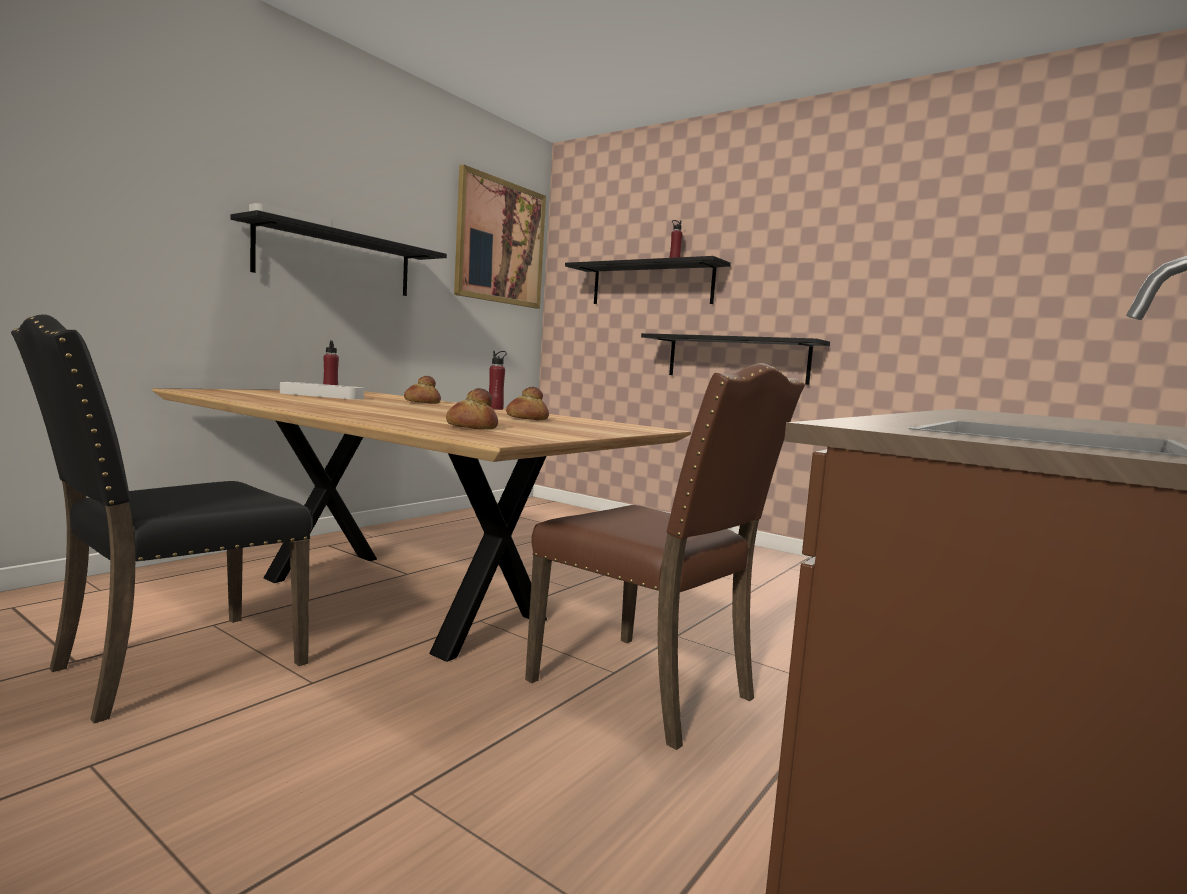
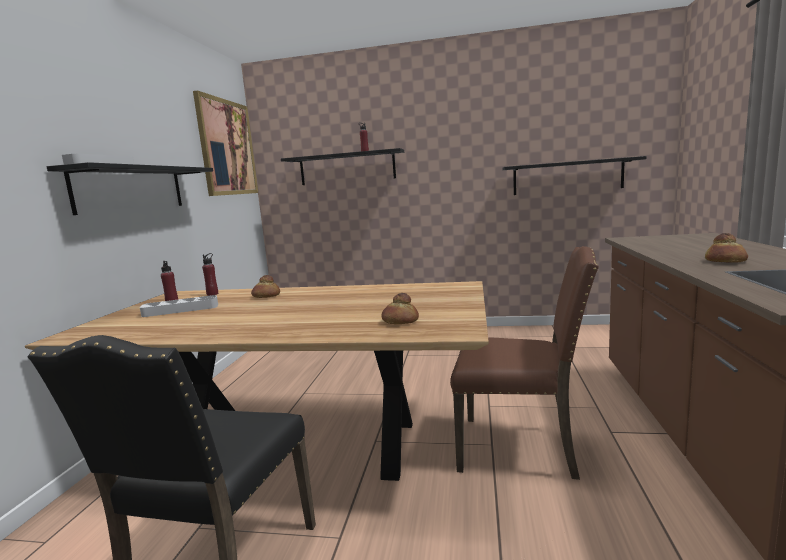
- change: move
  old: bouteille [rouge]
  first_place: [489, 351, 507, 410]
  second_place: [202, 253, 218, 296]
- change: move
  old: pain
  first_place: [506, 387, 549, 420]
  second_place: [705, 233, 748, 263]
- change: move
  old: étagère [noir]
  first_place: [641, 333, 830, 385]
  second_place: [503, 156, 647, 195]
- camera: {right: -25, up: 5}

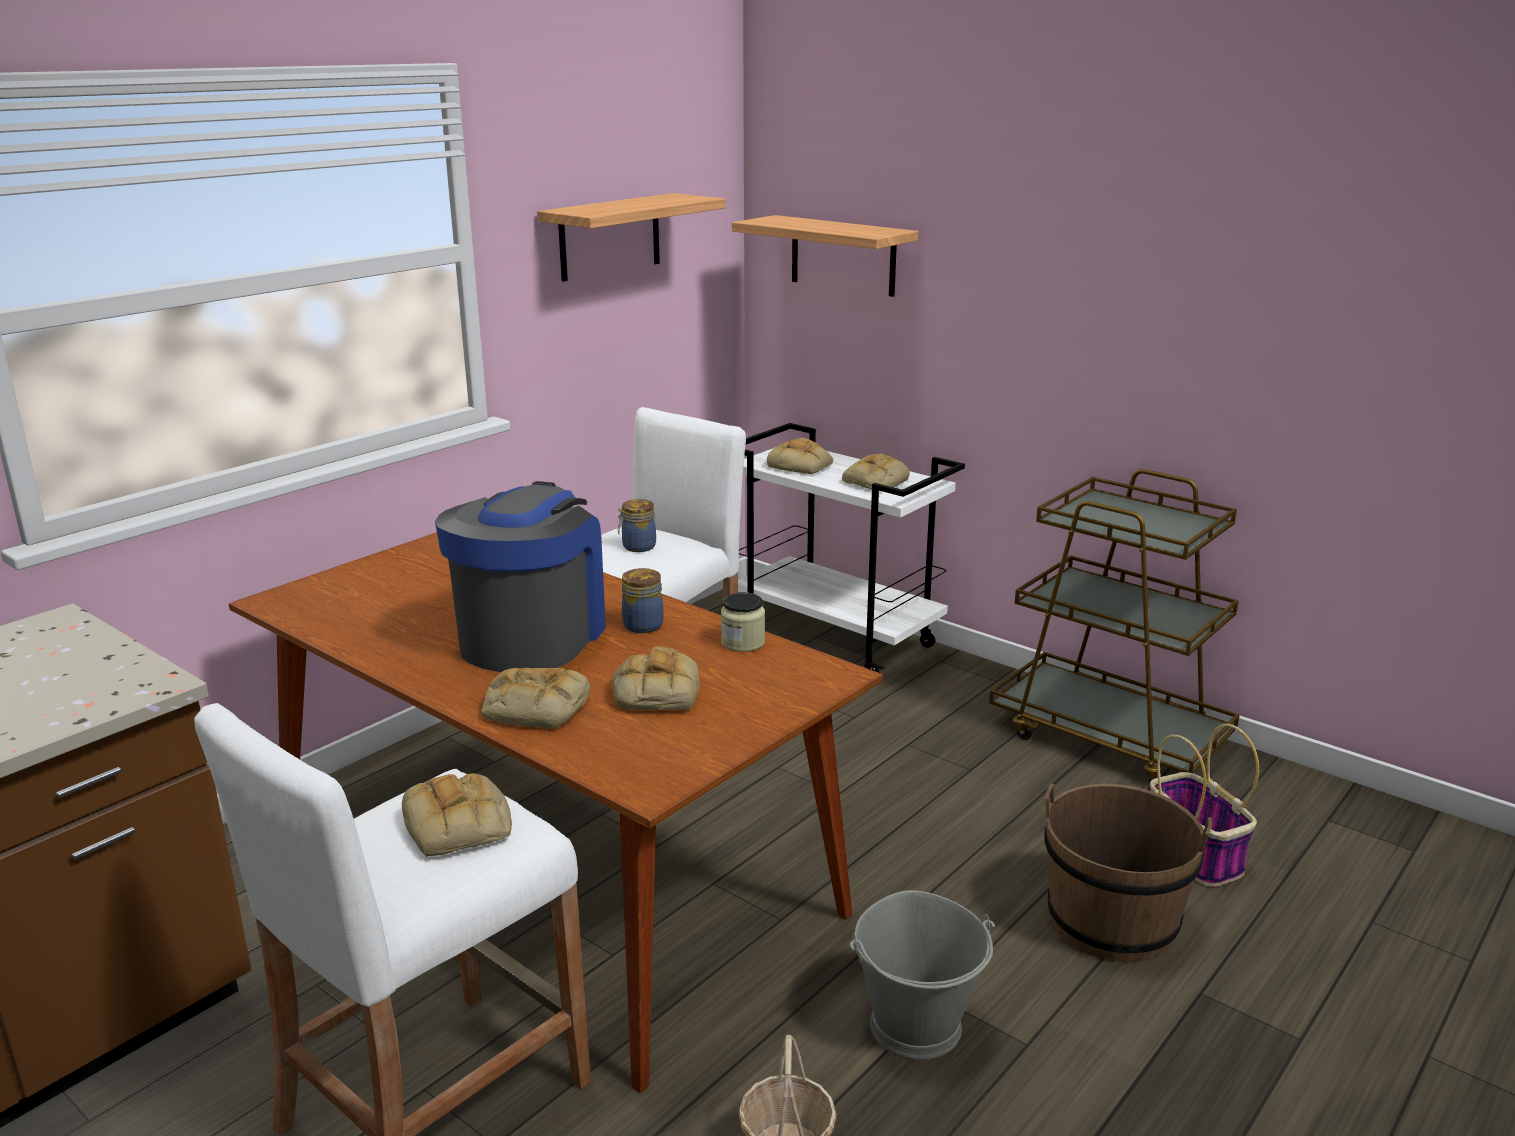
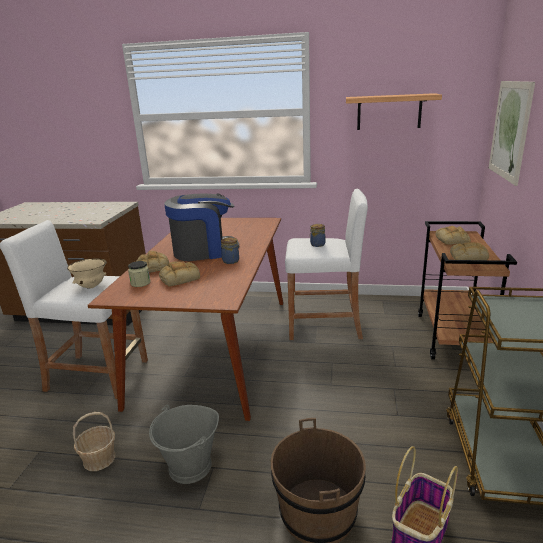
- change: replace
  old: pain
  new: bol [beige]
  first_place: [402, 773, 512, 857]
  second_place: [67, 258, 107, 289]
- change: move
  old: bocal
  first_place: [721, 592, 765, 652]
  second_place: [128, 261, 151, 287]
- change: replace
  old: étagère
  new: tableau
  first_place: [732, 215, 918, 297]
  second_place: [489, 81, 535, 186]
- change: recolor
  old: chariot [blanc]
  new: chariot [marron]
  first_place: [738, 423, 965, 673]
  second_place: [418, 221, 517, 360]
- camera: {right: 60, up: 0}

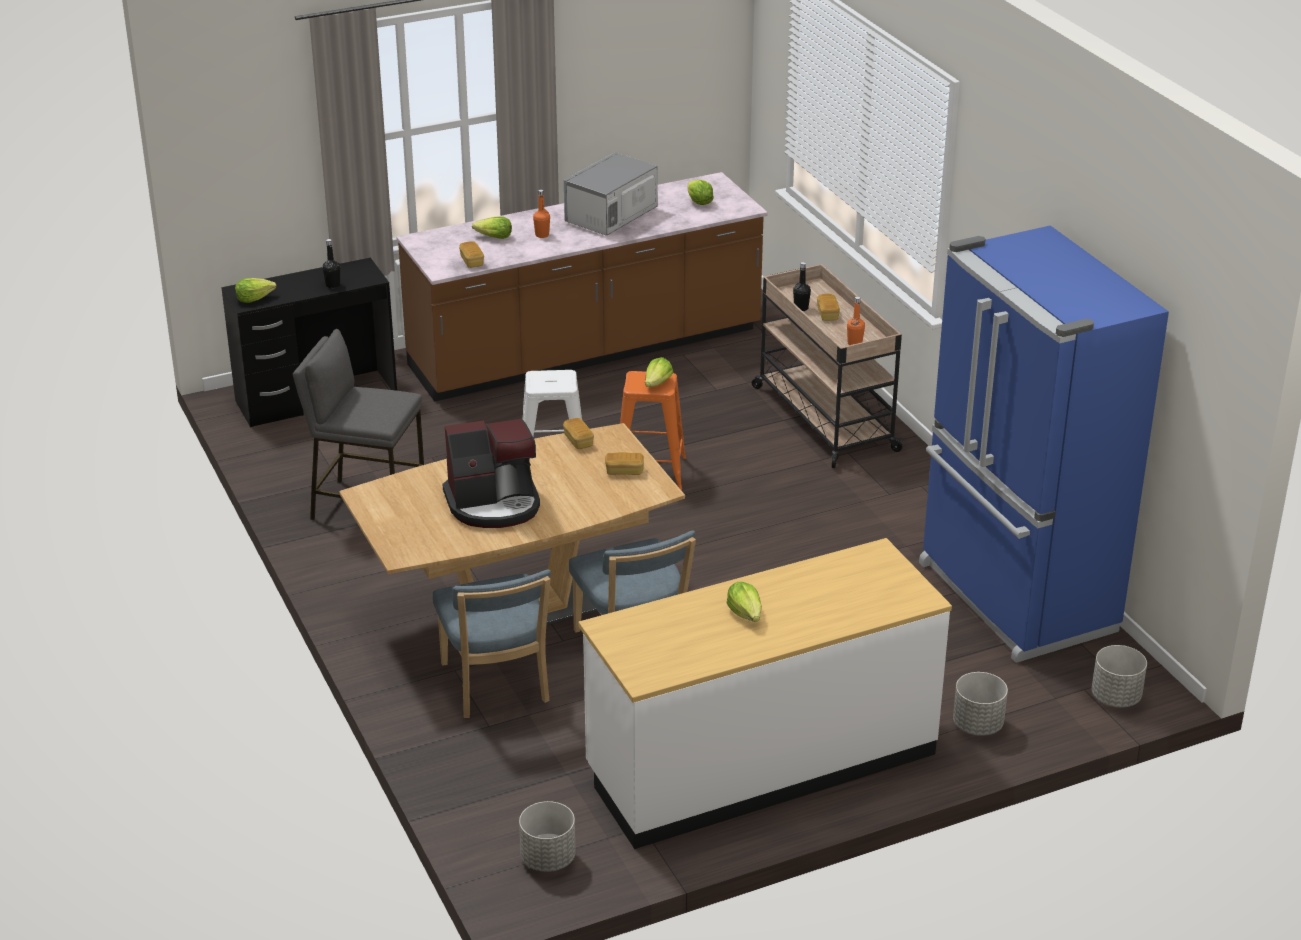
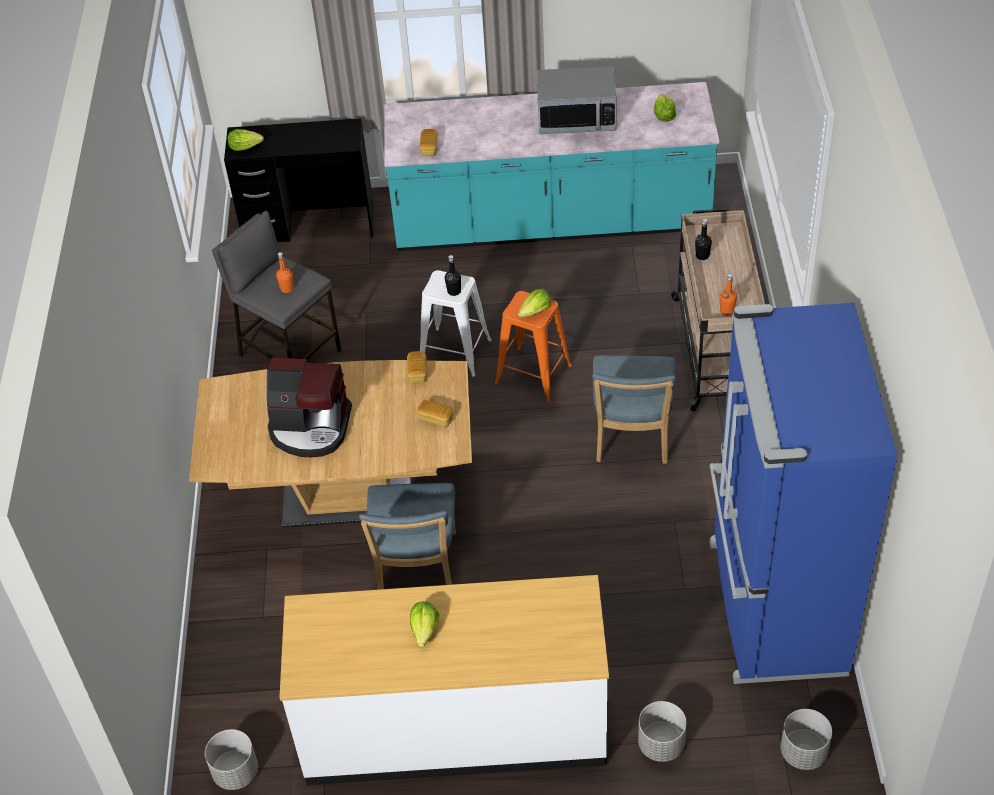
- change: move
  old: bouteille [noir]
  first_place: [323, 239, 340, 288]
  second_place: [445, 255, 461, 296]
- change: recolor
  old: comptoir de cuisine [marron]
  new: comptoir de cuisine [turquoise]
  first_place: [396, 172, 768, 402]
  second_place: [384, 82, 719, 251]
- change: move
  old: chaise [bleu]
  first_place: [433, 570, 551, 718]
  second_place: [592, 355, 676, 464]
- change: delete
  old: laitue
  first_place: [472, 217, 512, 239]
- change: move
  old: bouteille [orange]
  first_place: [533, 189, 550, 238]
  second_place: [276, 252, 294, 293]
- change: rotate
  old: micro-ondes
  first_place: [564, 152, 658, 236]
  second_place: [537, 66, 617, 134]
  degrees: -150
- change: delete
  old: pain
  first_place: [817, 294, 840, 321]
- camera: {right: 25, up: 15}

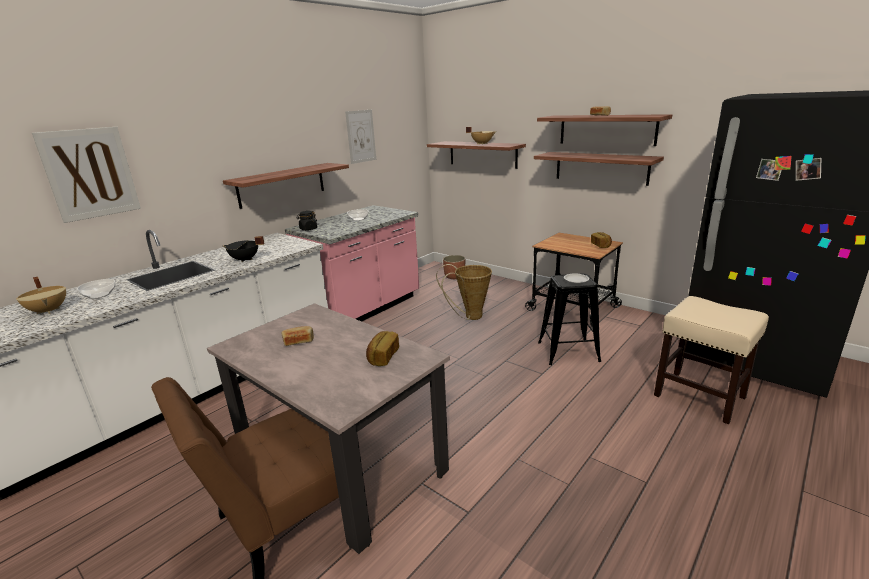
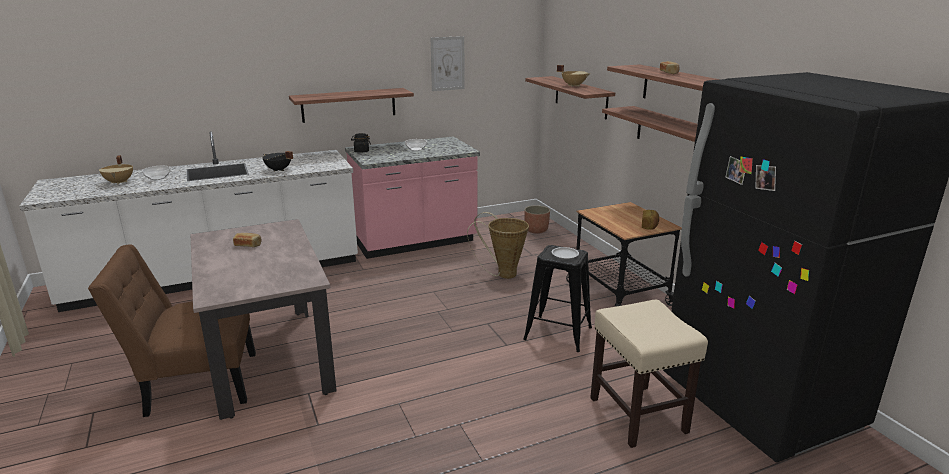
- change: delete
  old: tableau
  first_place: [32, 127, 141, 223]
- change: delete
  old: pain
  first_place: [366, 331, 399, 366]
- camera: {right: 25, up: 0}

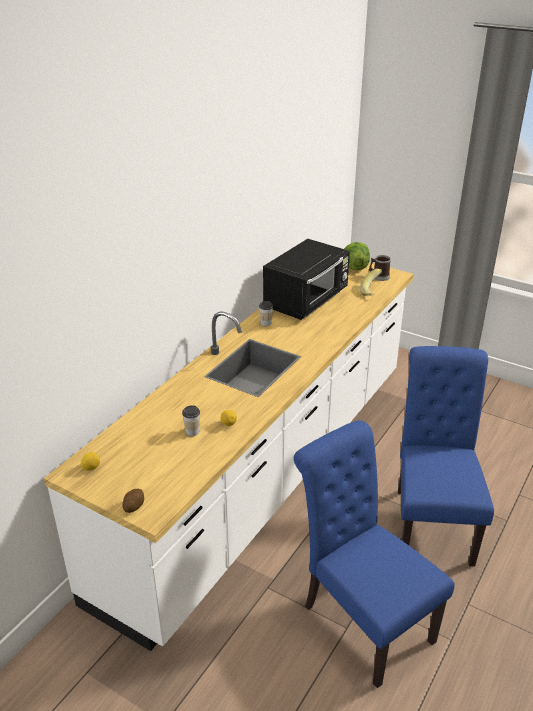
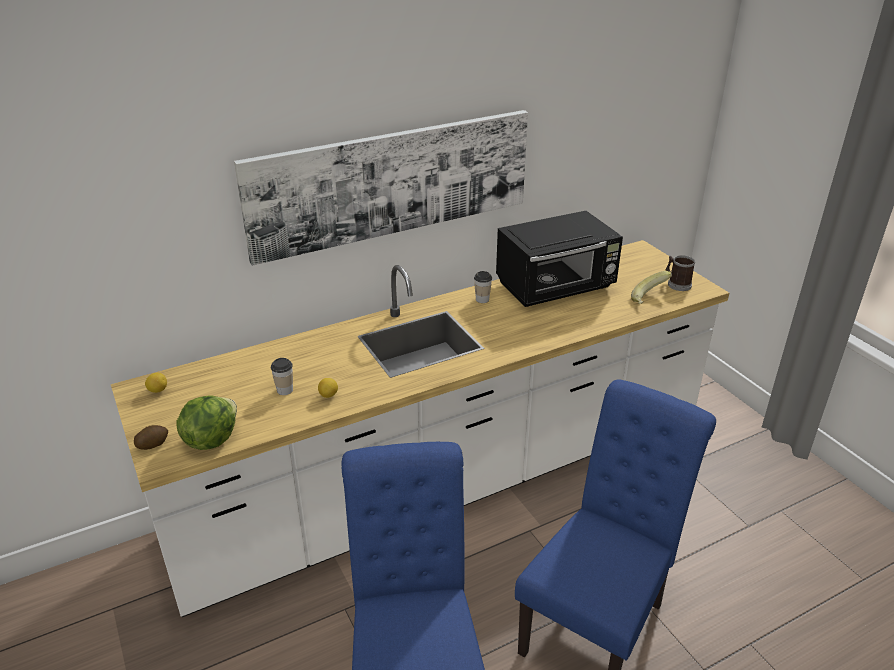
- change: move
  old: laitue
  first_place: [344, 242, 370, 270]
  second_place: [176, 395, 237, 450]
- change: insert
  new: tableau
  second_place: [234, 110, 528, 266]
- camera: {right: 30, up: 0}

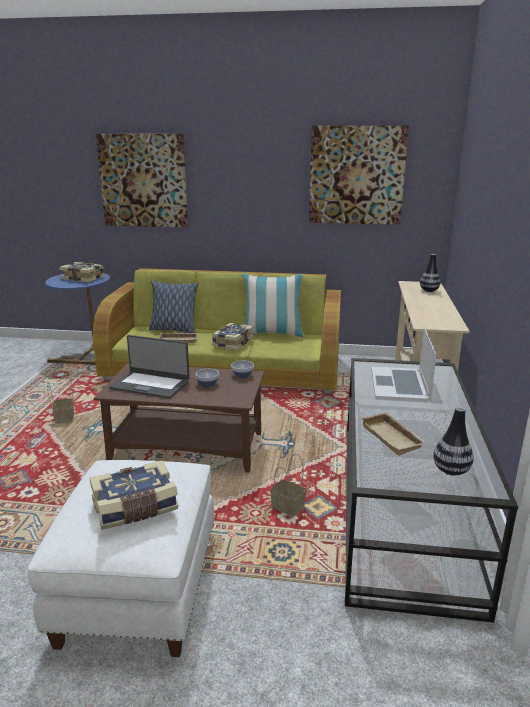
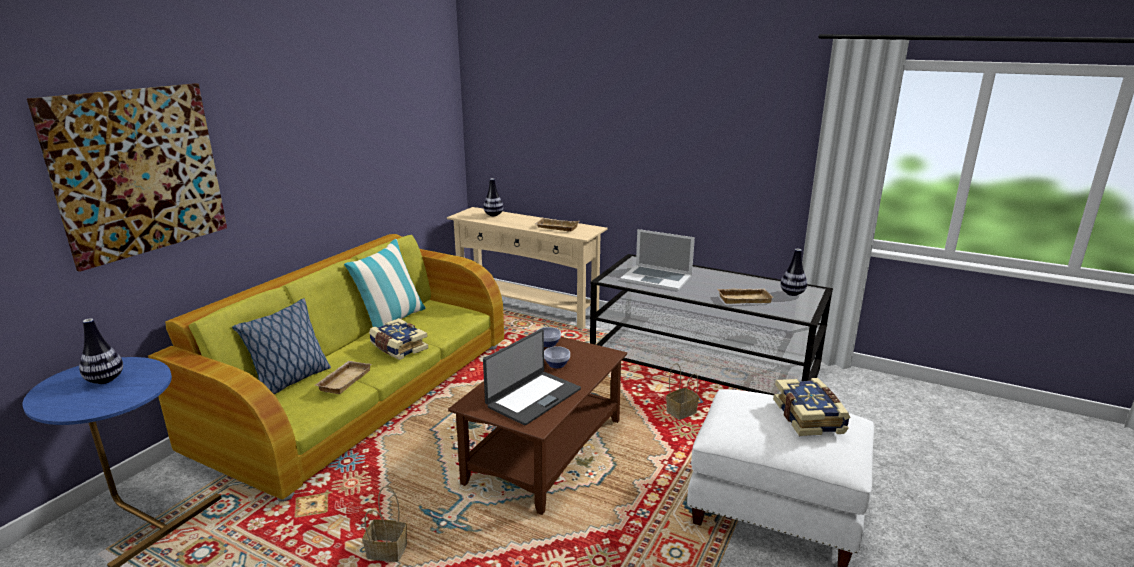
- change: replace
  old: livre
  new: vase
  first_place: [59, 262, 104, 282]
  second_place: [79, 318, 123, 384]
- change: delete
  old: tableau
  first_place: [309, 125, 409, 225]
- change: insert
  new: plateau [beige]
  second_place: [535, 218, 579, 232]
- camera: {right: -70, up: 0}

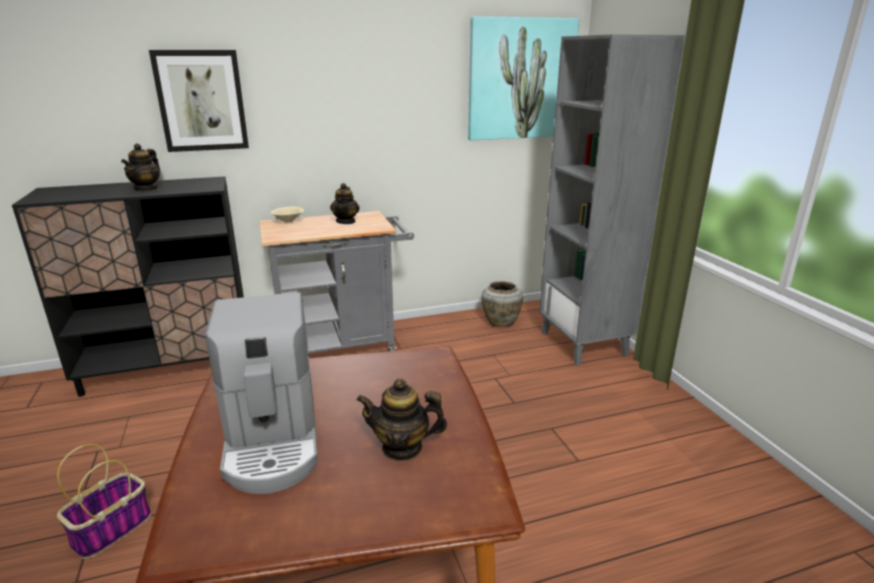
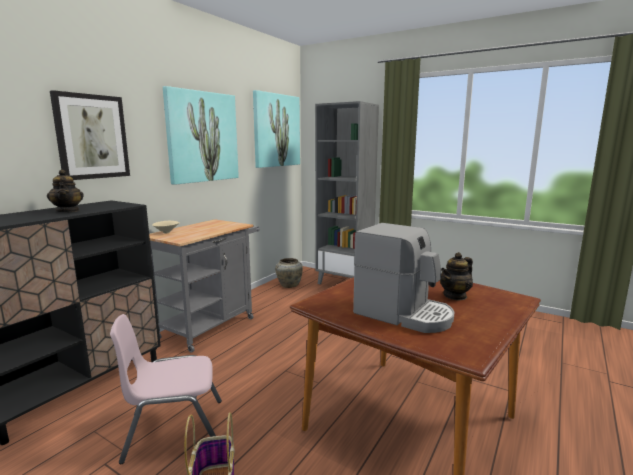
- change: delete
  old: théière
  first_place: [330, 183, 360, 224]
- change: insert
  new: chaise [rose]
  second_place: [110, 314, 222, 464]
- change: insert
  new: tableau
  second_place: [163, 86, 239, 185]
- camera: {right: -40, up: -10}

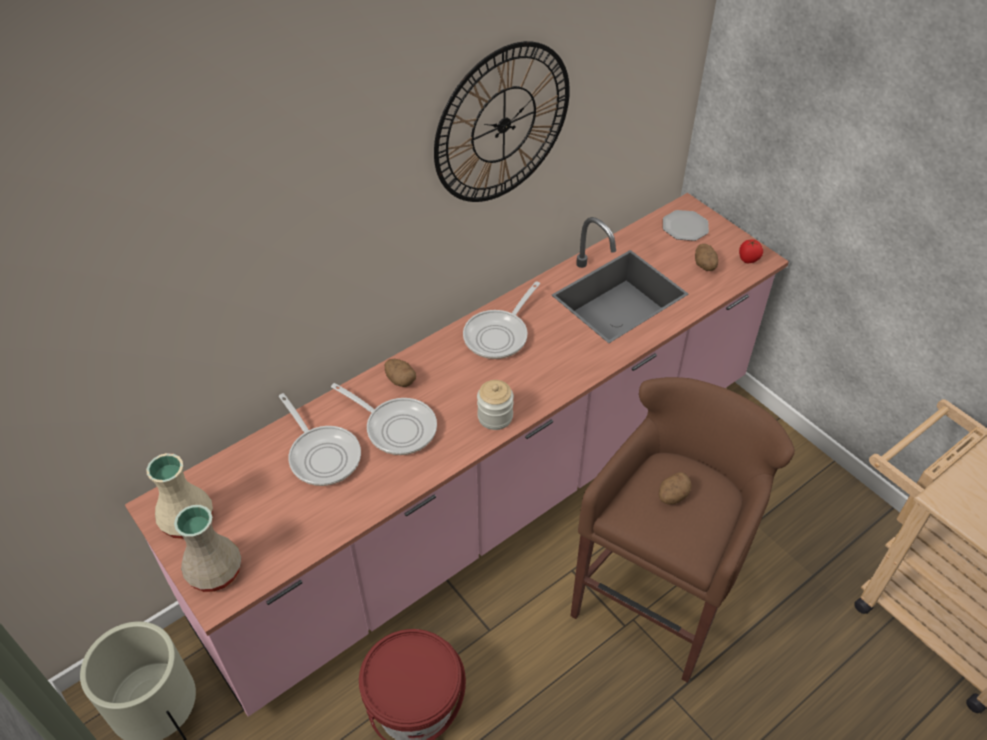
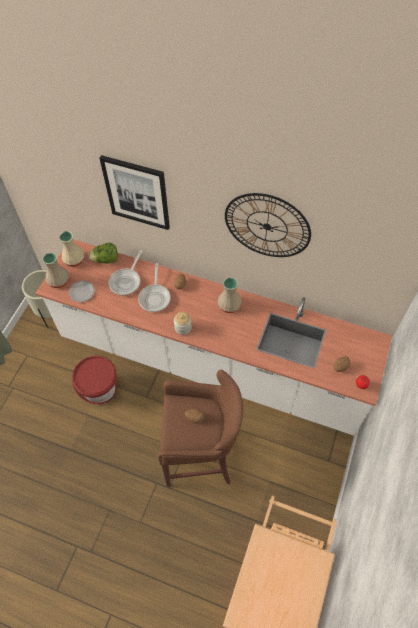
- change: recolor
  old: comptoir de cuisine [rose]
  new: comptoir de cuisine [blanc]
  first_place: [125, 193, 789, 717]
  second_place: [35, 239, 392, 436]
- change: replace
  old: poêle
  new: vase [beige]
  first_place: [463, 281, 540, 359]
  second_place: [218, 277, 242, 313]
- change: move
  old: assiette
  first_place: [663, 210, 709, 241]
  second_place: [69, 280, 95, 303]
- change: insert
  new: laitue
  second_place: [88, 243, 118, 264]
- change: insert
  new: tableau
  second_place: [99, 155, 170, 230]
- camera: {right: 60, up: 10}

